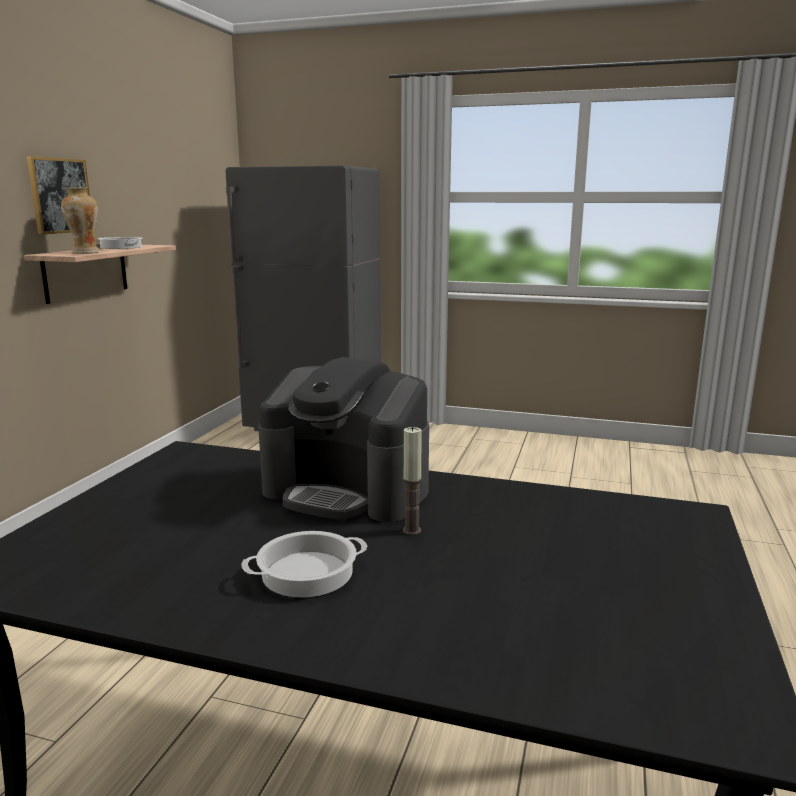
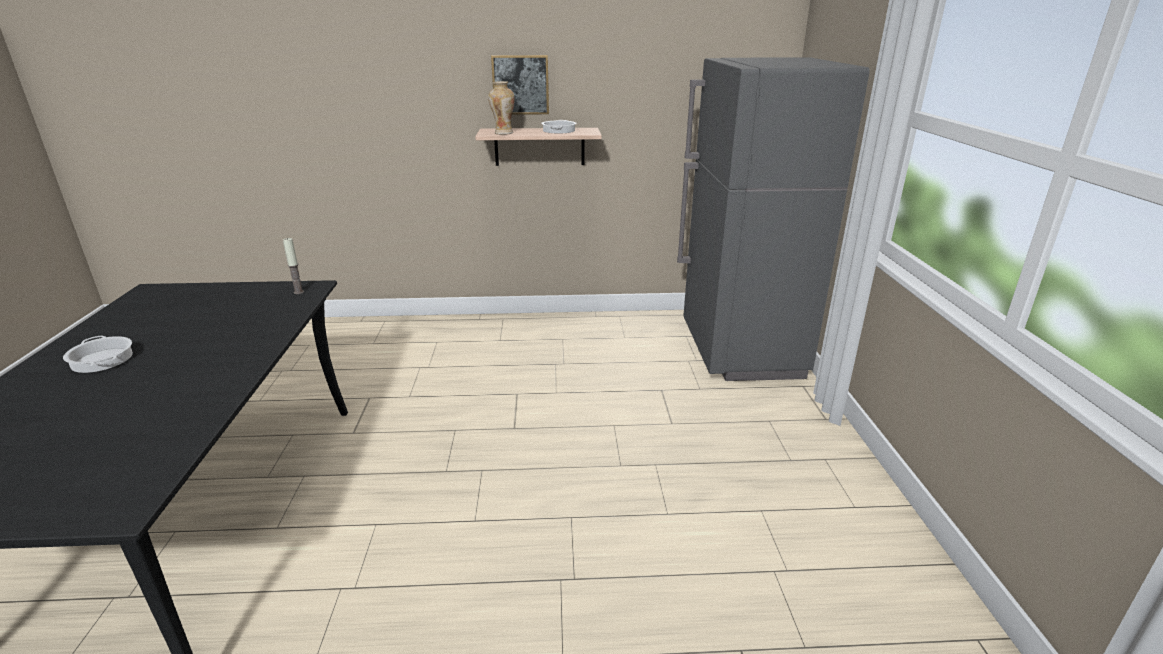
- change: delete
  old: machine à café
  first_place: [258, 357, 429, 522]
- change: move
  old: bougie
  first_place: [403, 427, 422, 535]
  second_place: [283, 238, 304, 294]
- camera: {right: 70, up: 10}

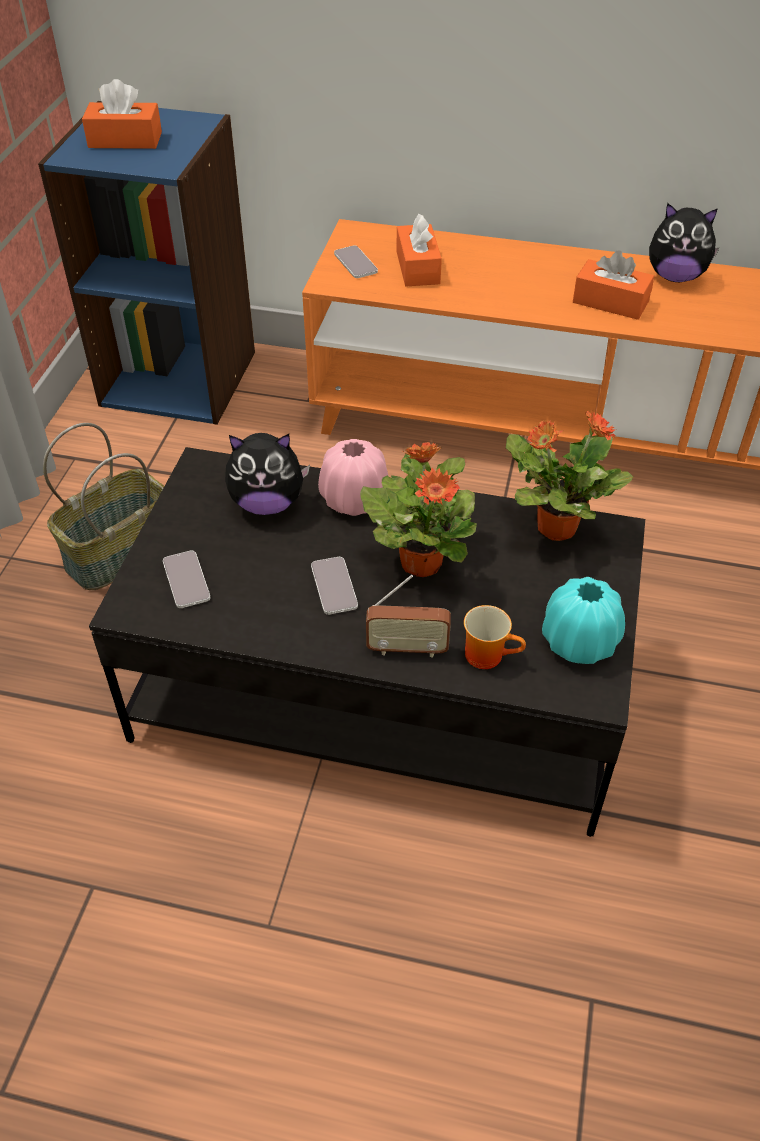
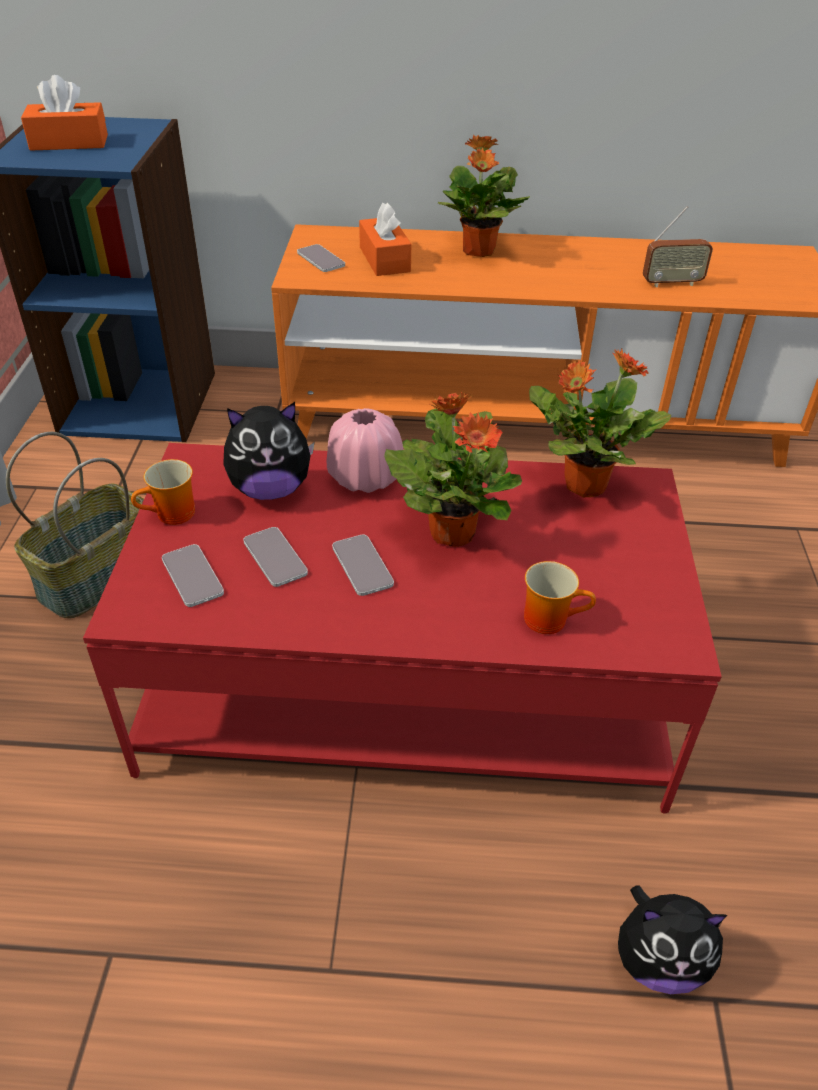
- change: recolor
  old: table basse [noir]
  new: table basse [rouge]
  first_place: [89, 447, 645, 837]
  second_place: [83, 443, 722, 814]
- change: move
  old: radio
  first_place: [366, 575, 451, 657]
  second_place: [643, 207, 713, 287]
- change: delete
  old: vase [turquoise]
  first_place: [542, 577, 625, 664]
- change: delete
  old: boîte à mouchoirs [orange]
  first_place: [573, 250, 654, 320]
- change: move
  old: peluche
  first_place: [649, 203, 720, 282]
  second_place: [618, 885, 727, 994]
- change: insert
  new: mug
  second_place: [131, 459, 195, 525]
- change: insert
  new: téléphone
  second_place: [243, 527, 308, 587]
- change: insert
  new: plante en pot
  second_place: [438, 135, 530, 257]
- camera: {right: -10, up: -5}

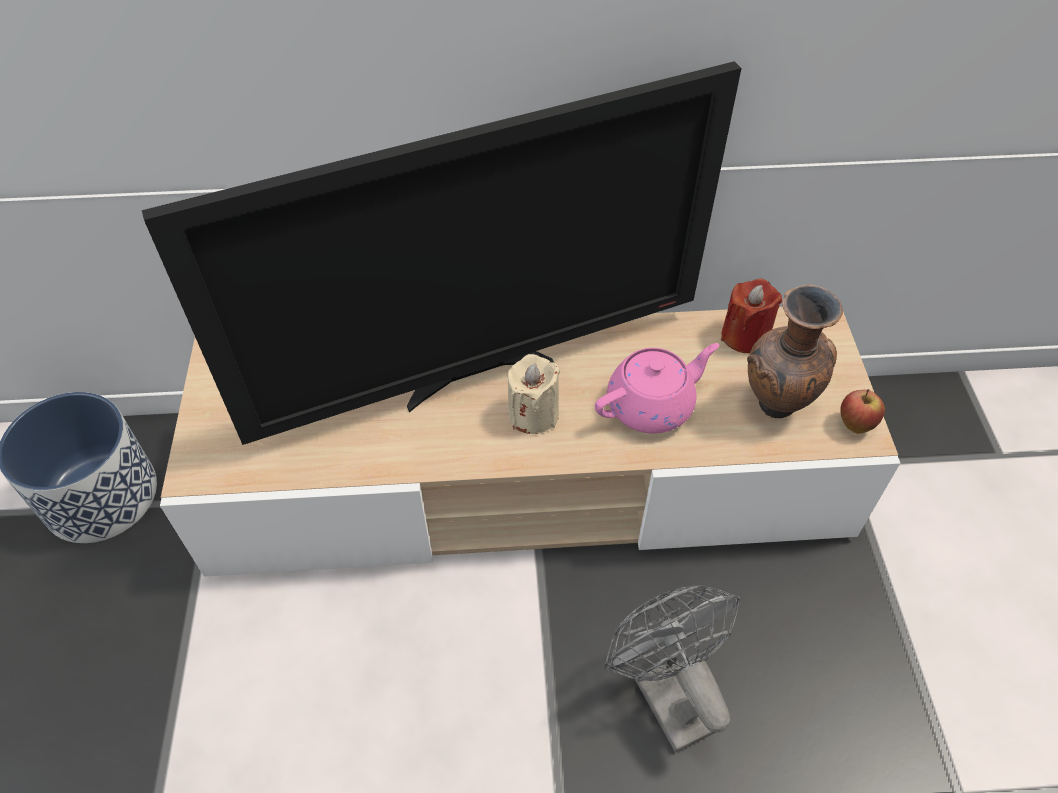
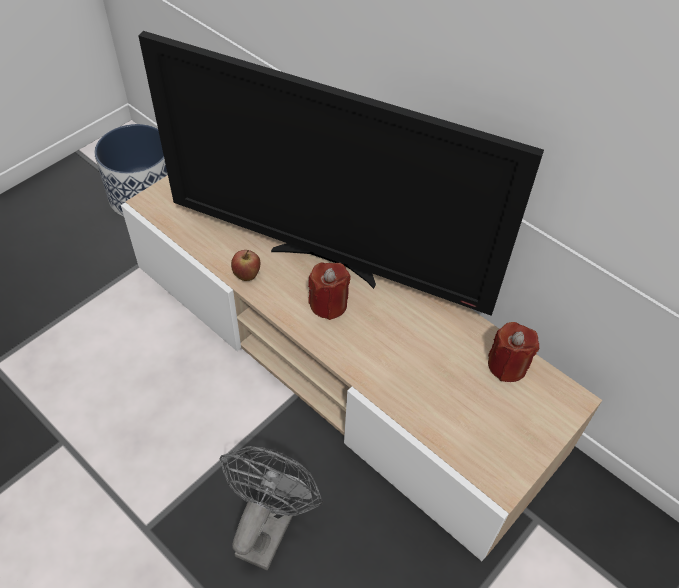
- change: recolor
  old: bougie [beige]
  new: bougie [rouge]
  first_place: [508, 354, 560, 434]
  second_place: [308, 263, 351, 320]
- change: delete
  old: théière [rose]
  first_place: [595, 343, 719, 433]
- change: delete
  old: vase [marron]
  first_place: [747, 285, 843, 418]
- change: move
  old: pomme
  first_place: [840, 389, 885, 434]
  second_place: [231, 250, 260, 281]
- camera: {right: 45, up: 0}

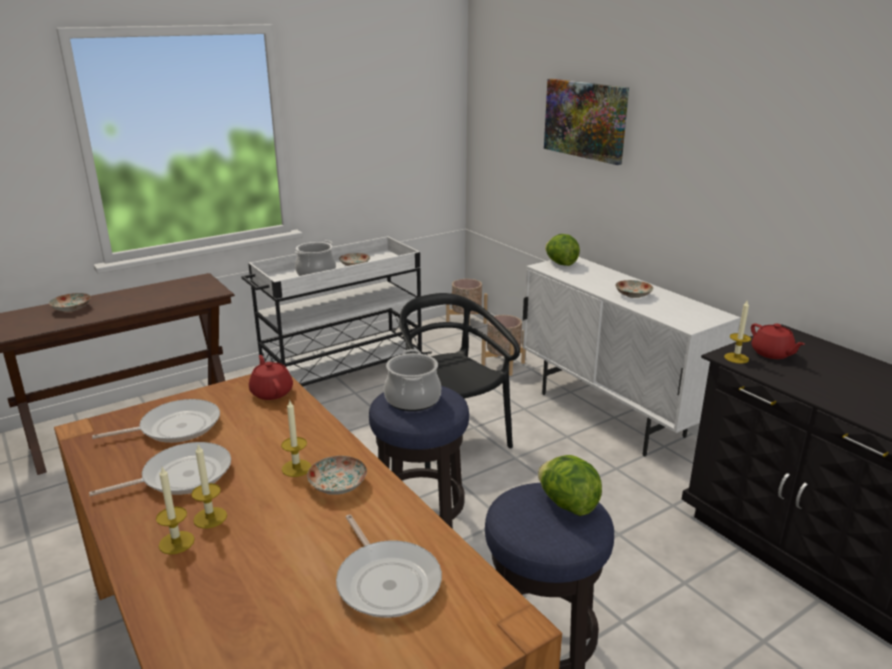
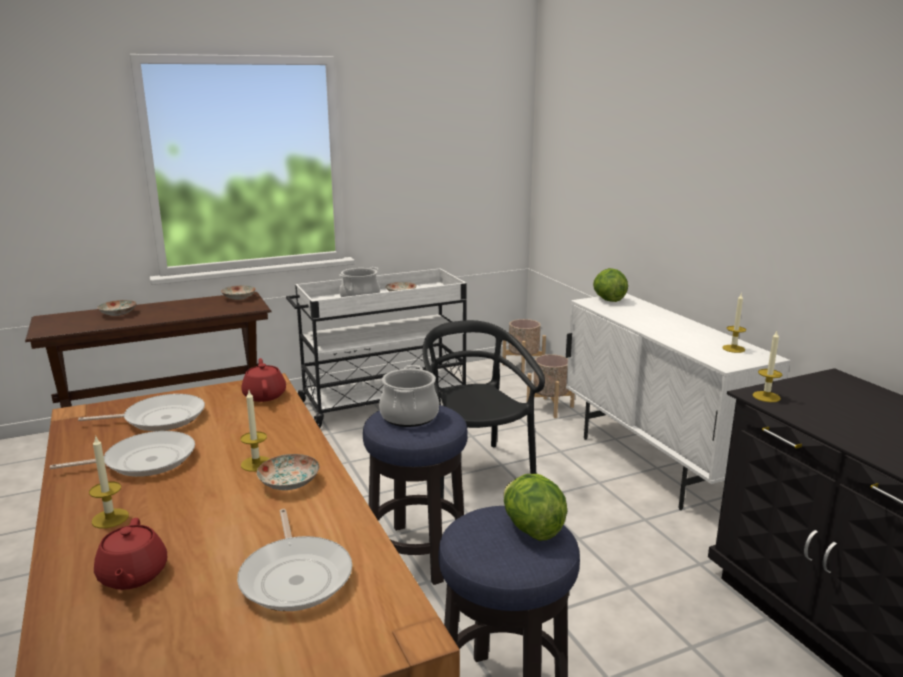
- change: move
  old: bougie
  first_place: [191, 445, 227, 529]
  second_place: [722, 294, 746, 353]
- change: delete
  old: tableau
  first_place: [544, 79, 629, 165]
- change: move
  old: assiette
  first_place: [615, 280, 654, 298]
  second_place: [221, 285, 256, 300]
- change: move
  old: théière [rouge]
  first_place: [751, 323, 805, 359]
  second_place: [94, 518, 167, 590]
- camera: {right: 10, up: -5}

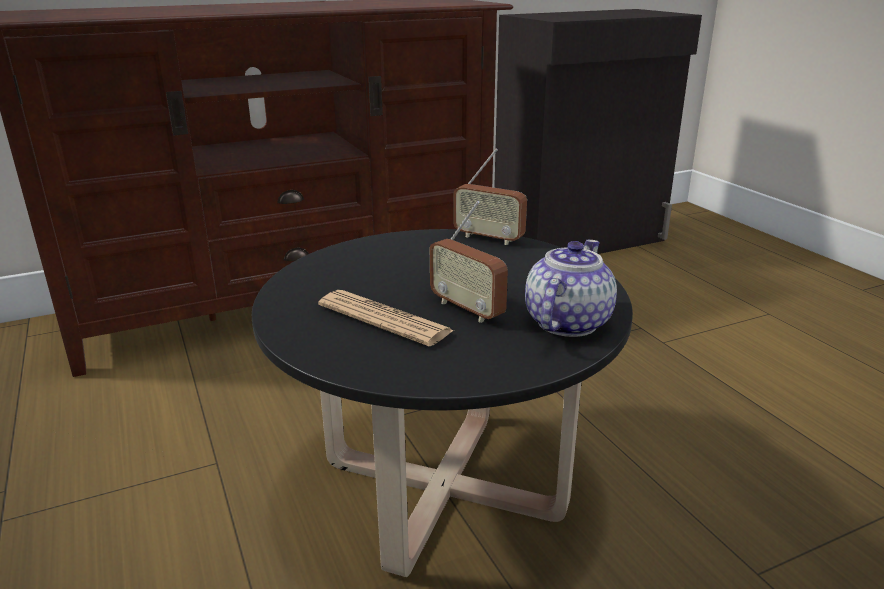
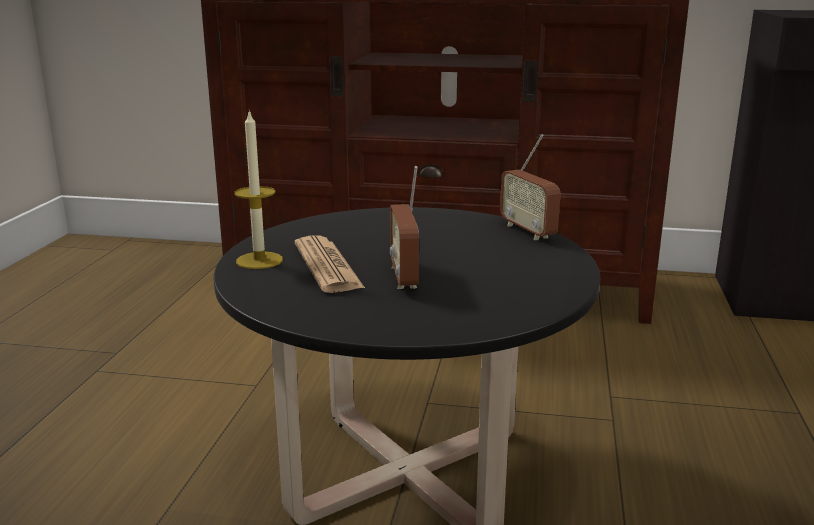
- change: delete
  old: théière
  first_place: [525, 240, 617, 337]
- change: insert
  new: bougie
  second_place: [234, 110, 283, 269]
- camera: {right: 35, up: -5}

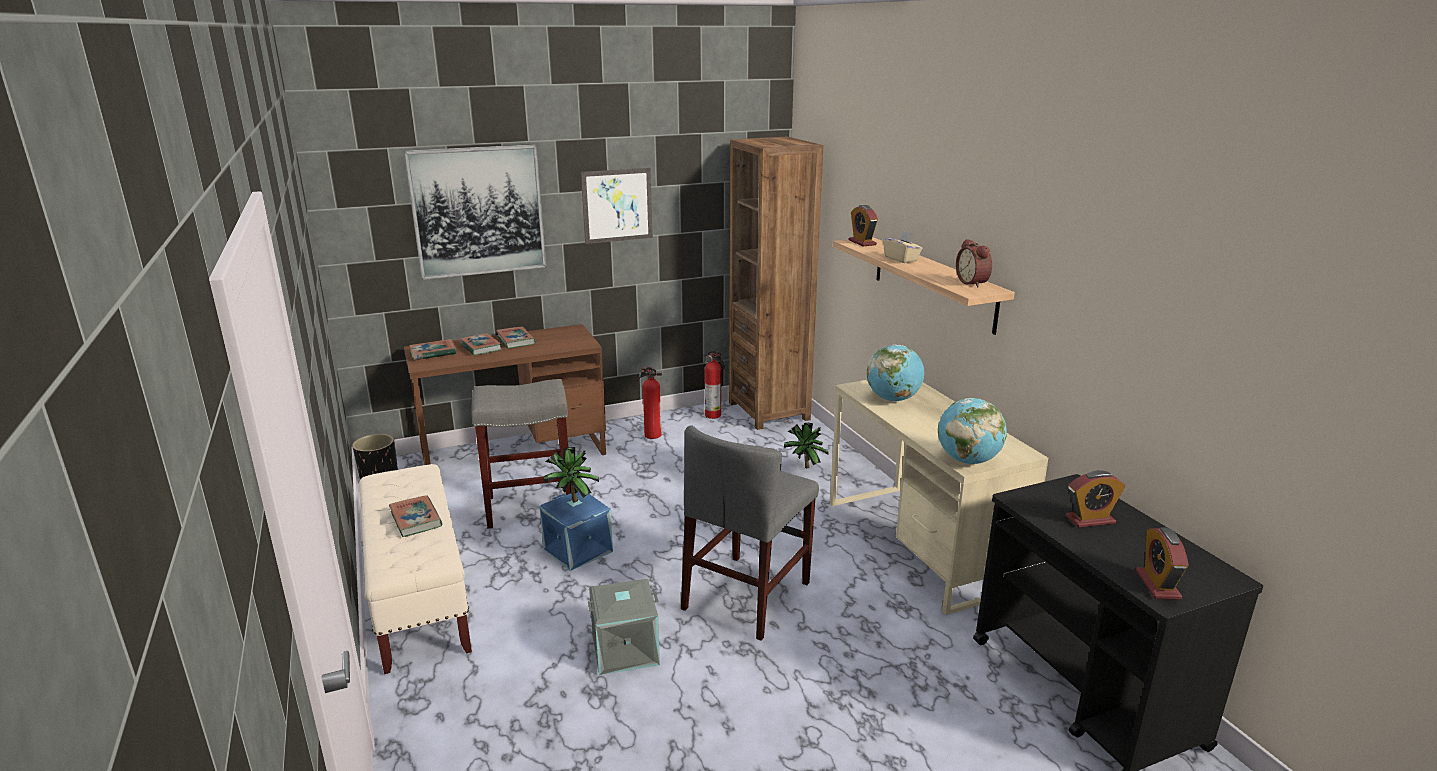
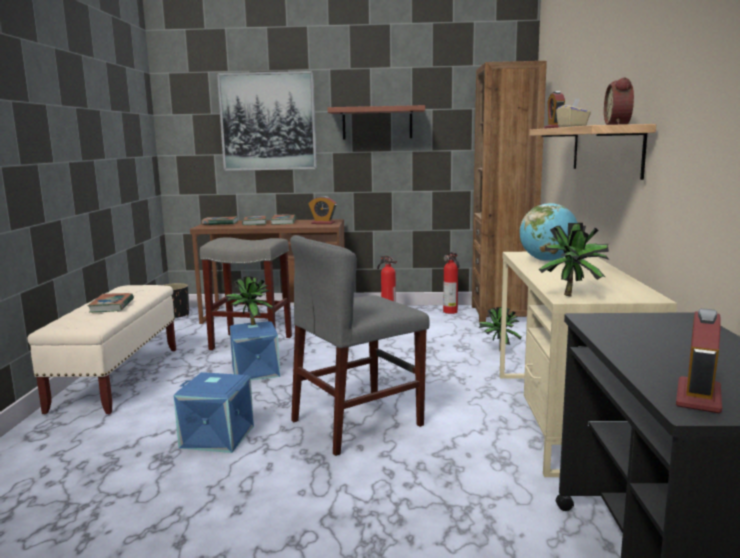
- change: replace
  old: tableau
  new: étagère
  first_place: [581, 168, 653, 244]
  second_place: [328, 105, 425, 140]
- change: recolor
  old: boîte de rangement [gris]
  new: boîte de rangement [bleu]
  first_place: [588, 579, 660, 675]
  second_place: [174, 372, 254, 453]
- change: replace
  old: globe
  new: plante en pot
  first_place: [938, 398, 1007, 464]
  second_place: [539, 223, 609, 296]
- change: move
  old: réveil
  first_place: [1065, 470, 1126, 528]
  second_place: [308, 196, 337, 224]
- camera: {right: 25, up: -10}

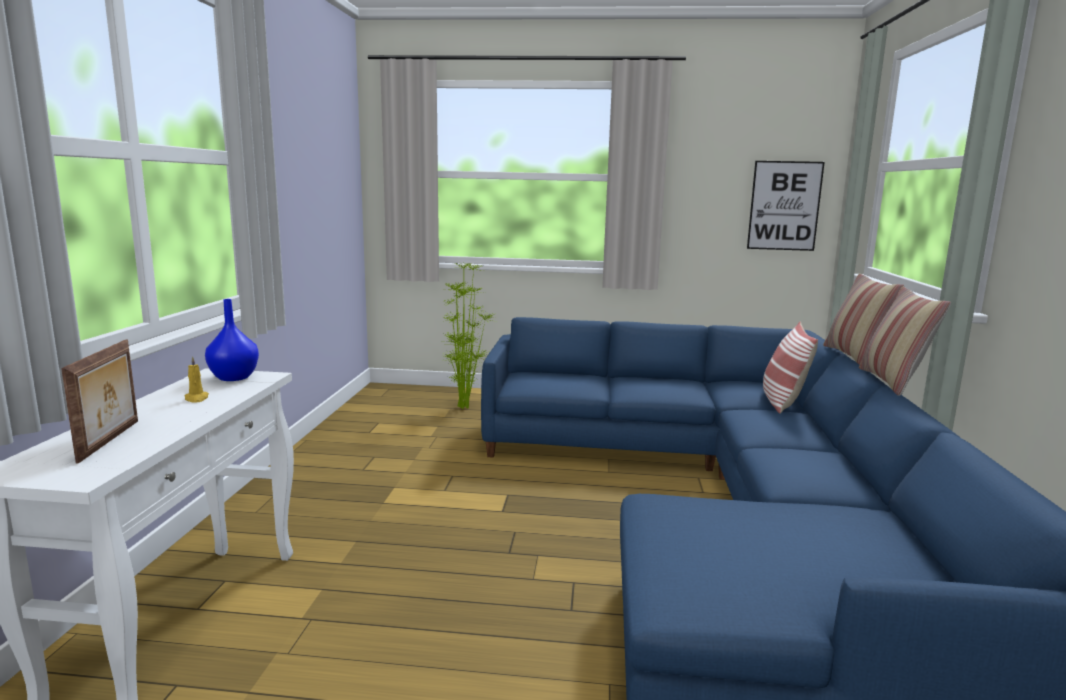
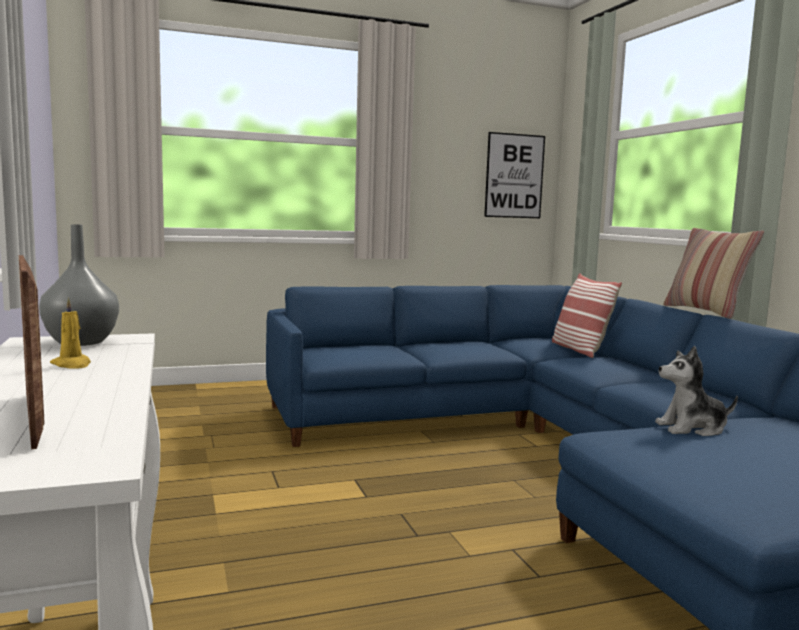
- change: recolor
  old: vase [bleu]
  new: vase [gris]
  first_place: [205, 299, 259, 381]
  second_place: [39, 224, 119, 346]
- change: delete
  old: plante en pot
  first_place: [443, 262, 496, 409]
- change: delete
  old: coussin
  first_place: [823, 273, 904, 365]
- change: insert
  new: peluche
  second_place: [655, 346, 738, 436]
- camera: {right: -25, up: -5}

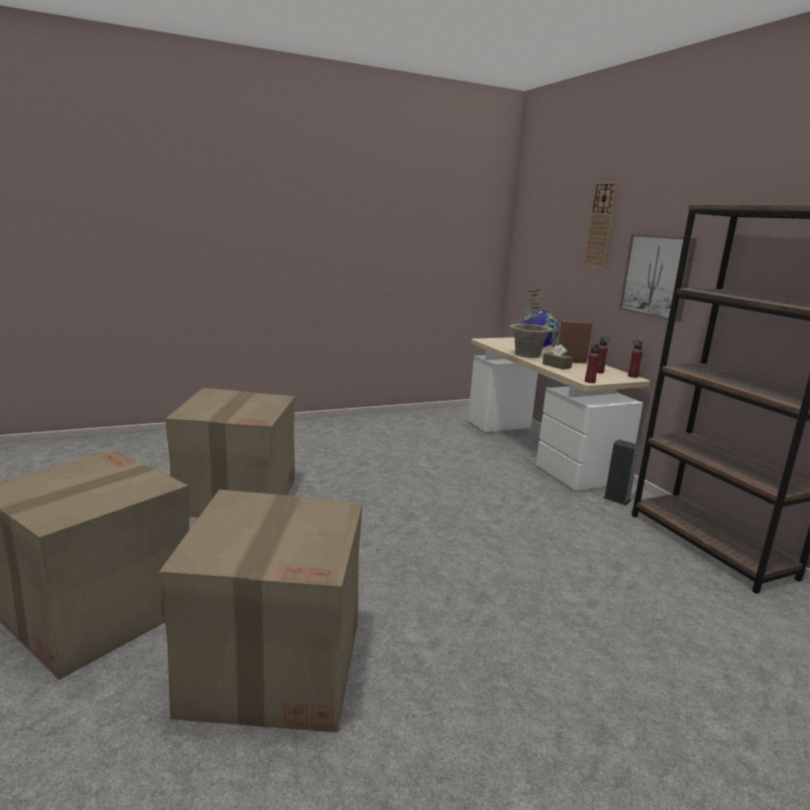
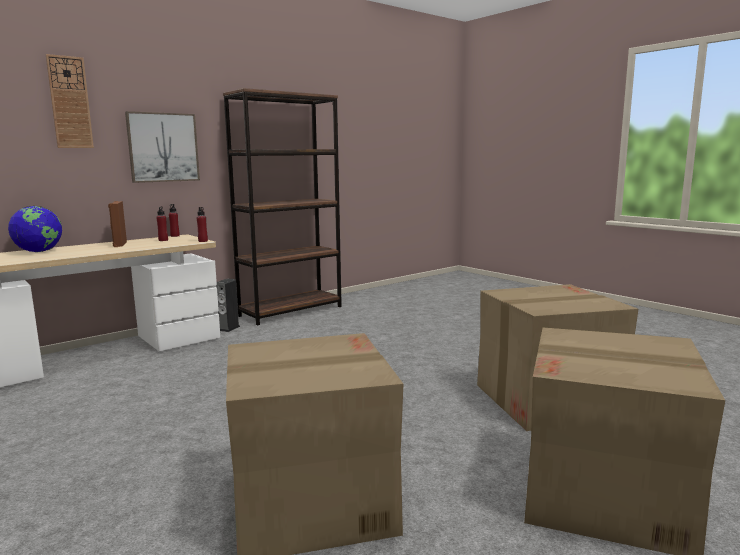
- change: delete
  old: plante en pot
  first_place: [510, 290, 553, 358]
- change: delete
  old: boîte à mouchoirs [marron]
  first_place: [543, 344, 573, 370]
- camera: {right: -105, up: -5}

